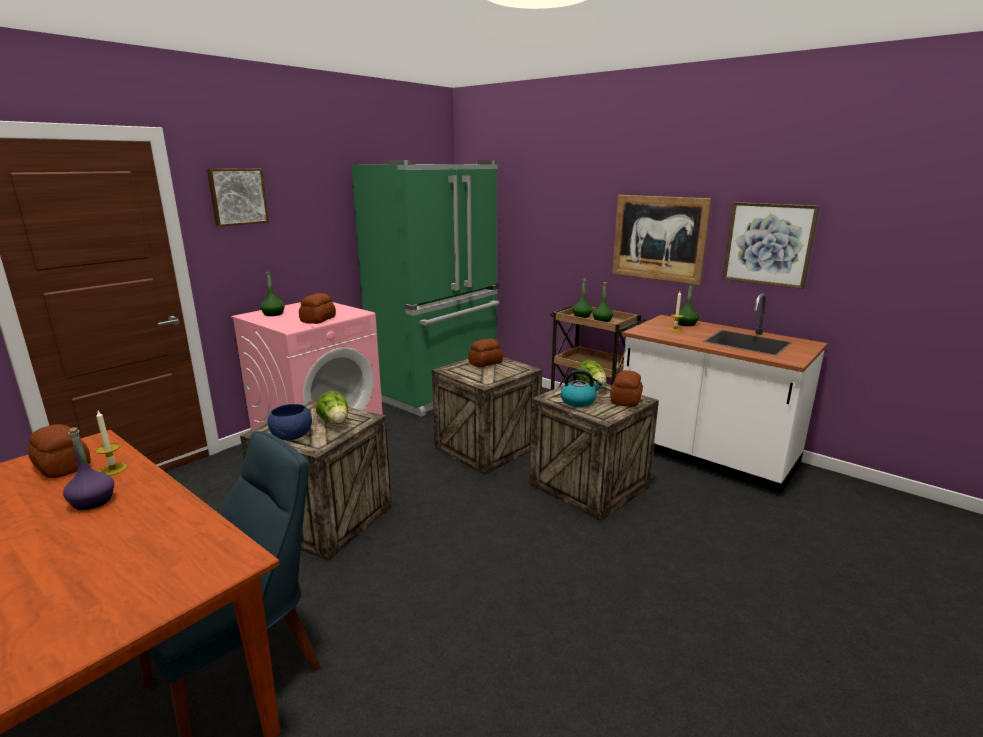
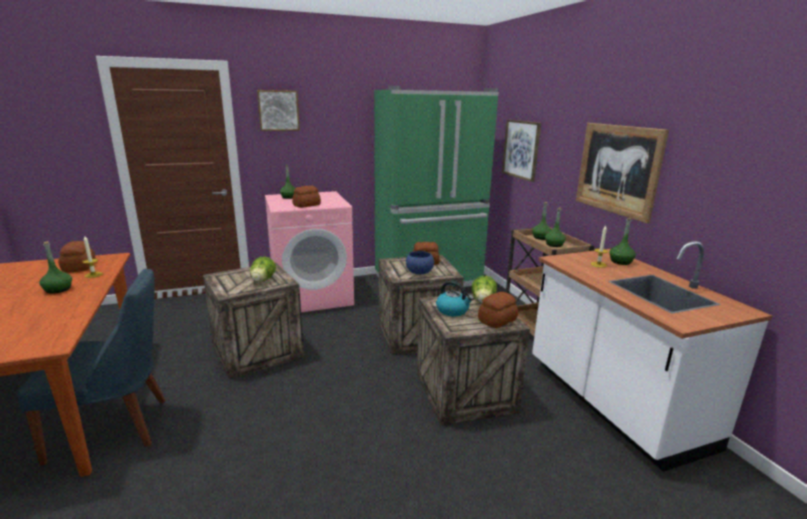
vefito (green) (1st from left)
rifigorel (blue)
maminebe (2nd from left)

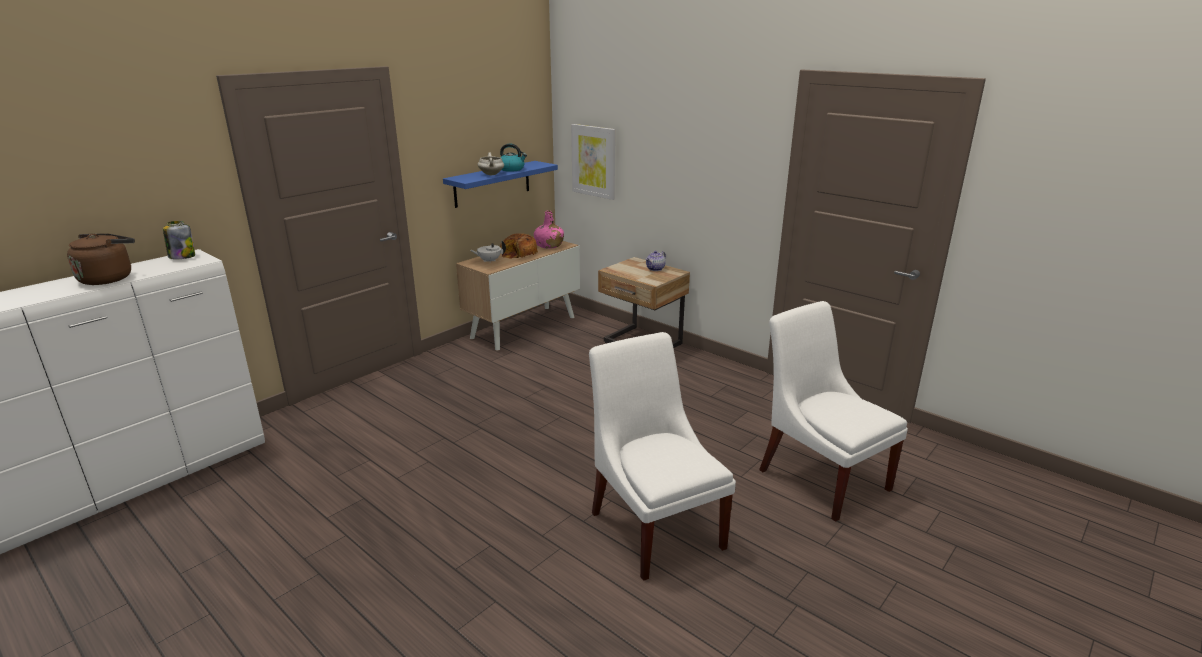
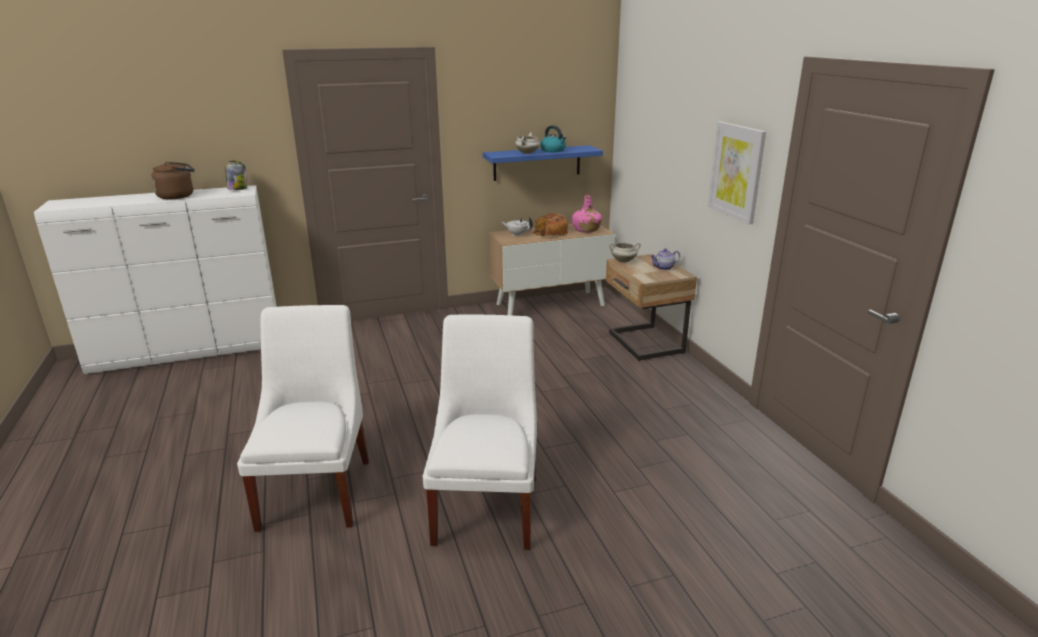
maminebe
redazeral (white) (1st from left)
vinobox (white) (2nd from left)

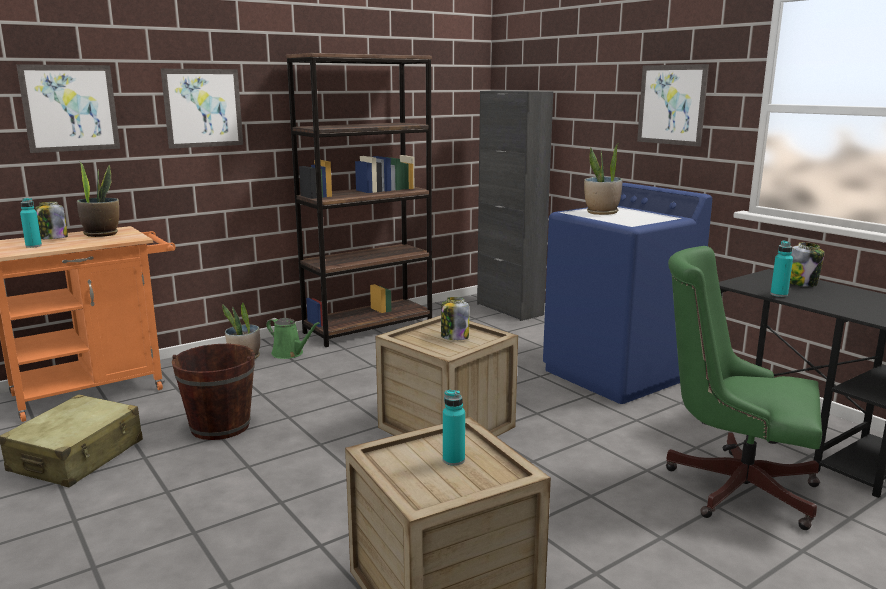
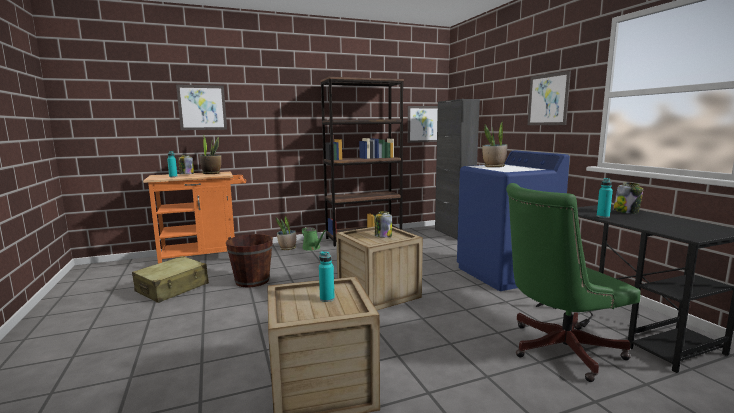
maminebe (2nd from left)
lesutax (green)

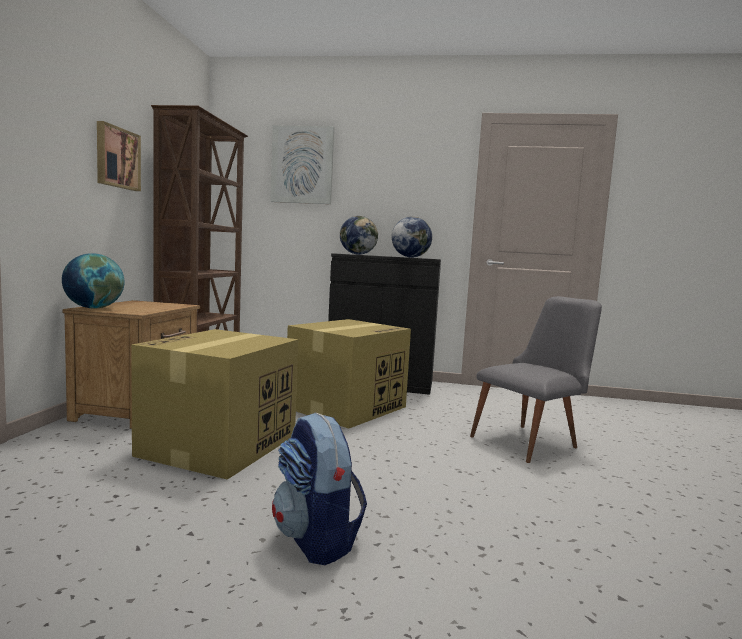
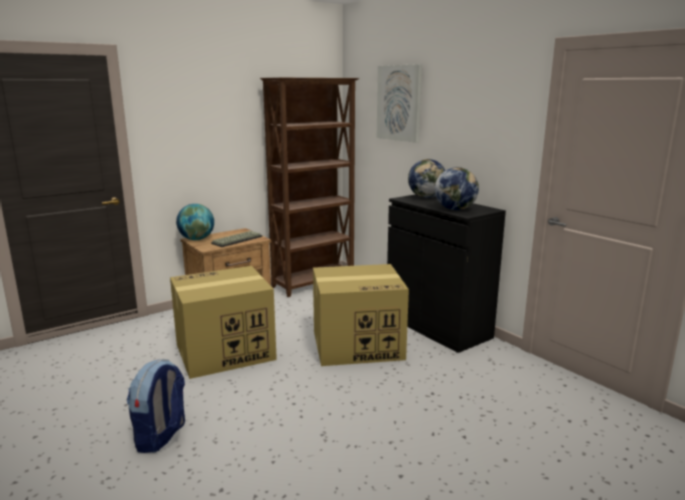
maminebe (1st from left in the first image)
redazeral (grey)
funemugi

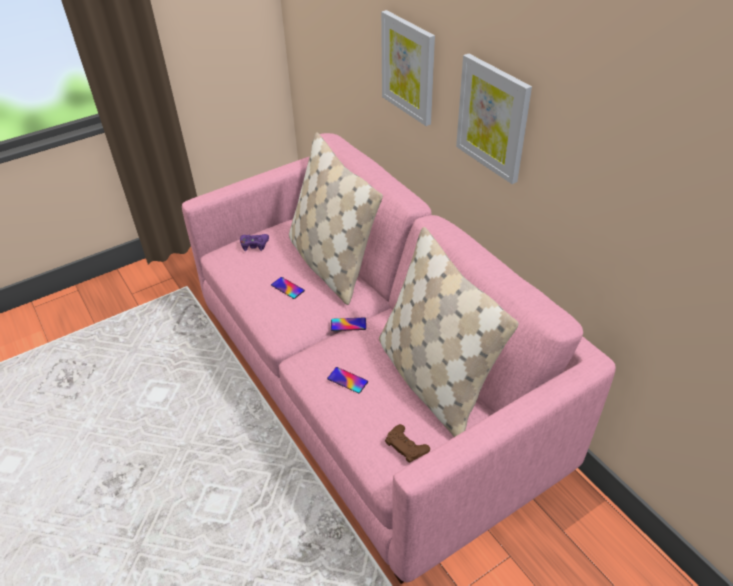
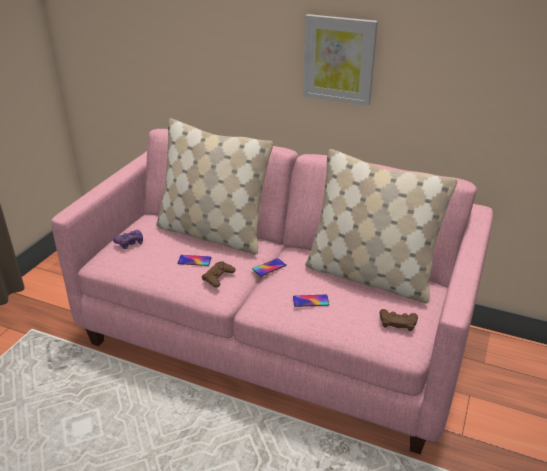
maminebe (1st from left in the first image)
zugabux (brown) (1st from left)

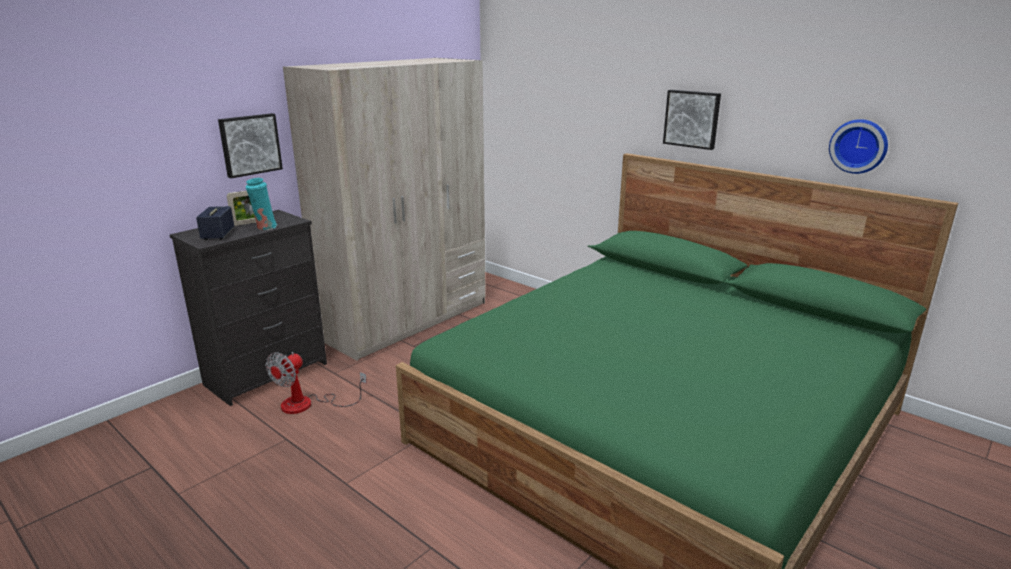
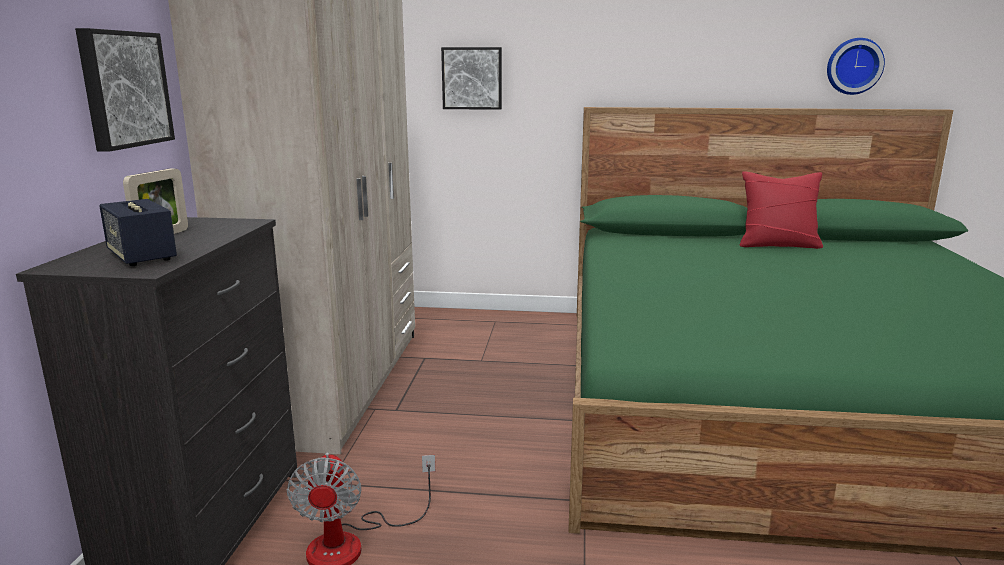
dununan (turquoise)
maminebe (2nd from left)
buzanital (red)

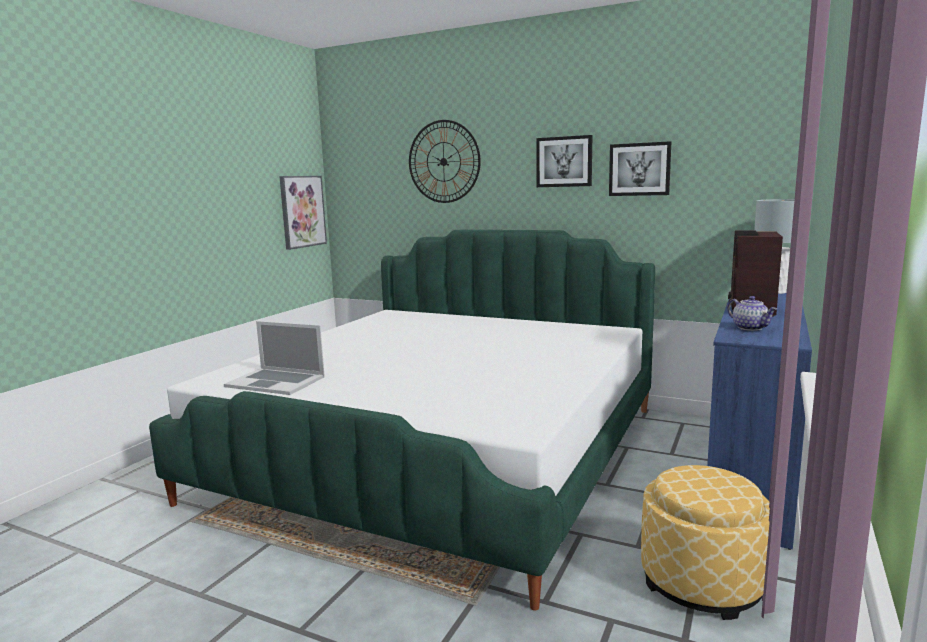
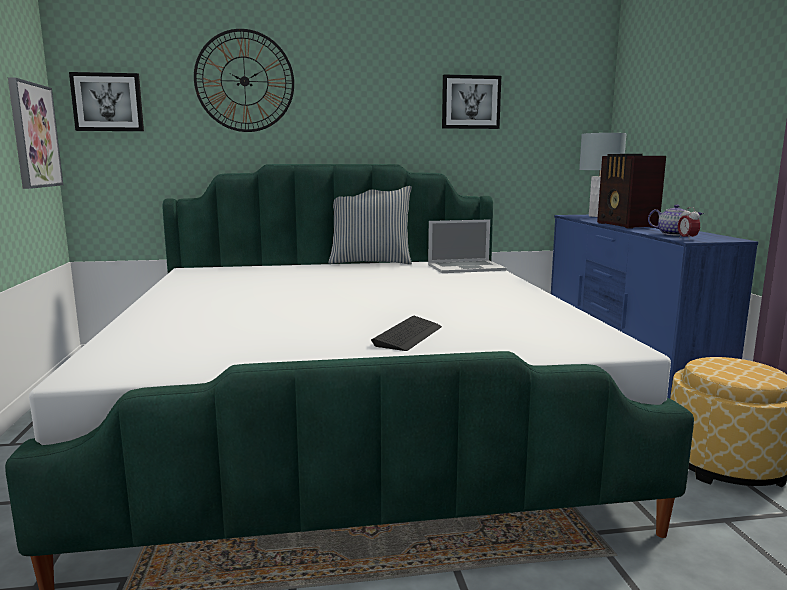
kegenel
maminebe (2nd from left)
buzanital
funemugi
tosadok

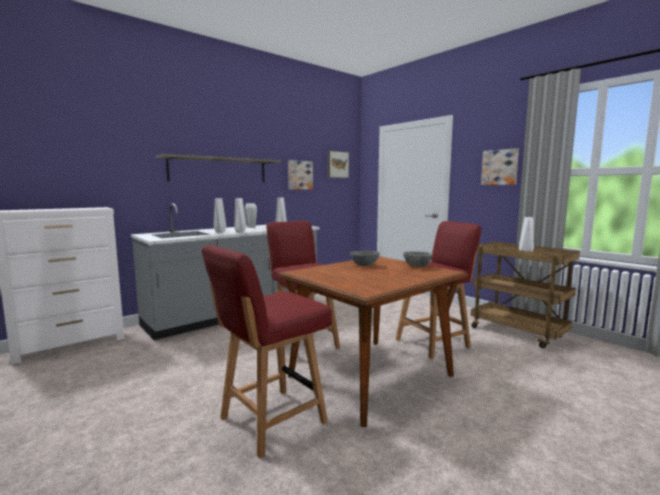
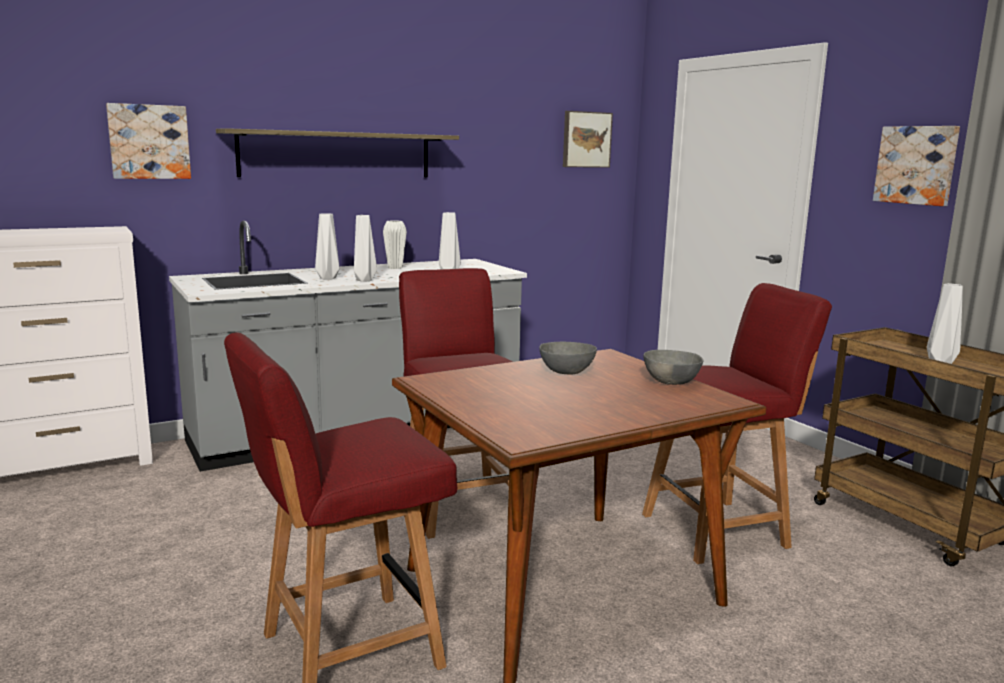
maminebe (1st from left)

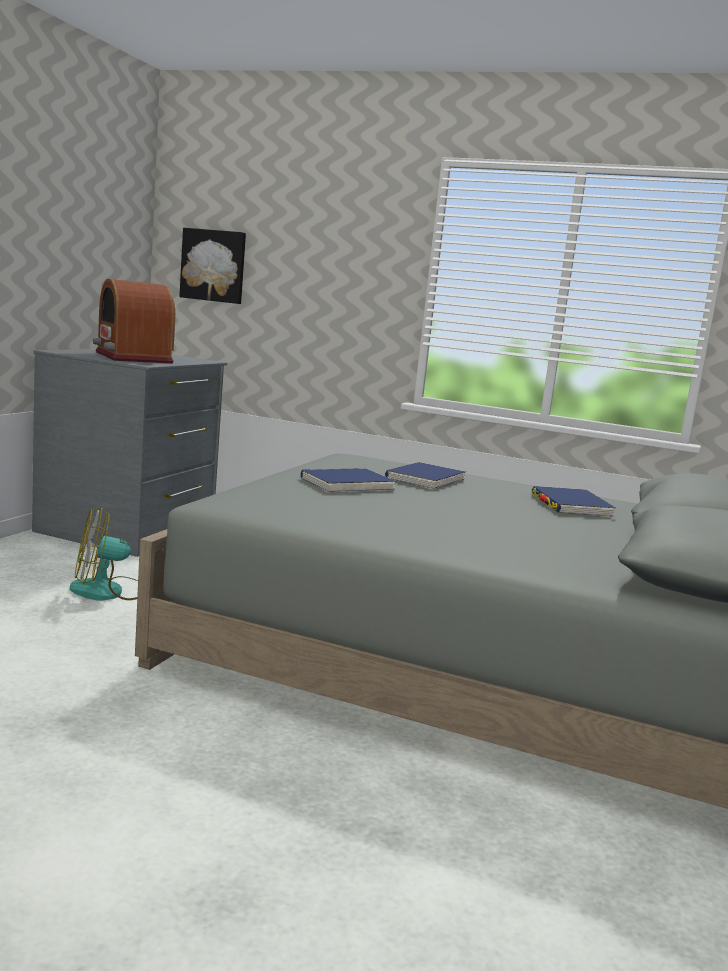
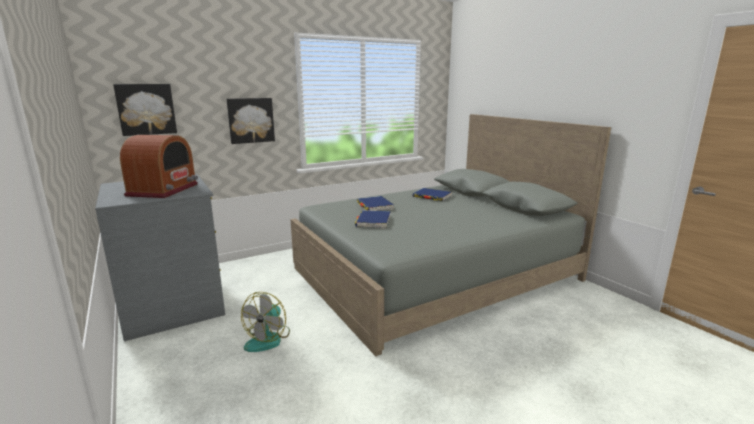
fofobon
maminebe (2nd from left)

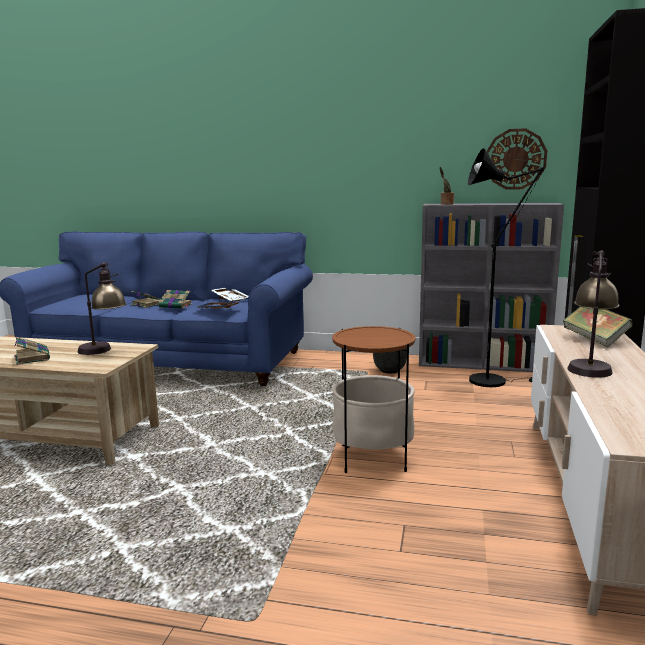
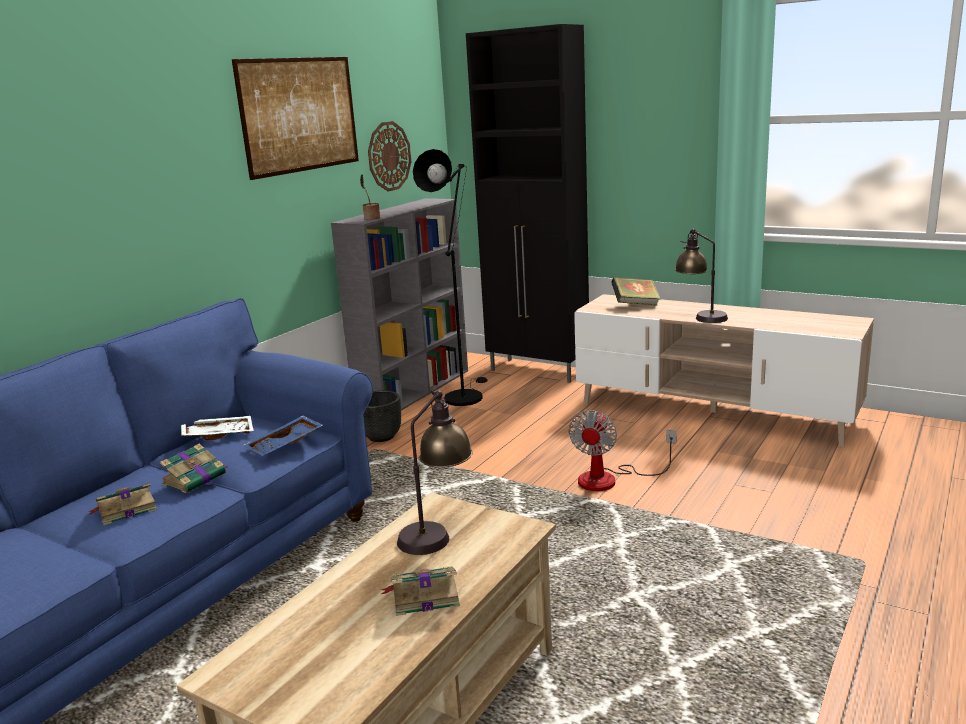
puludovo
maminebe

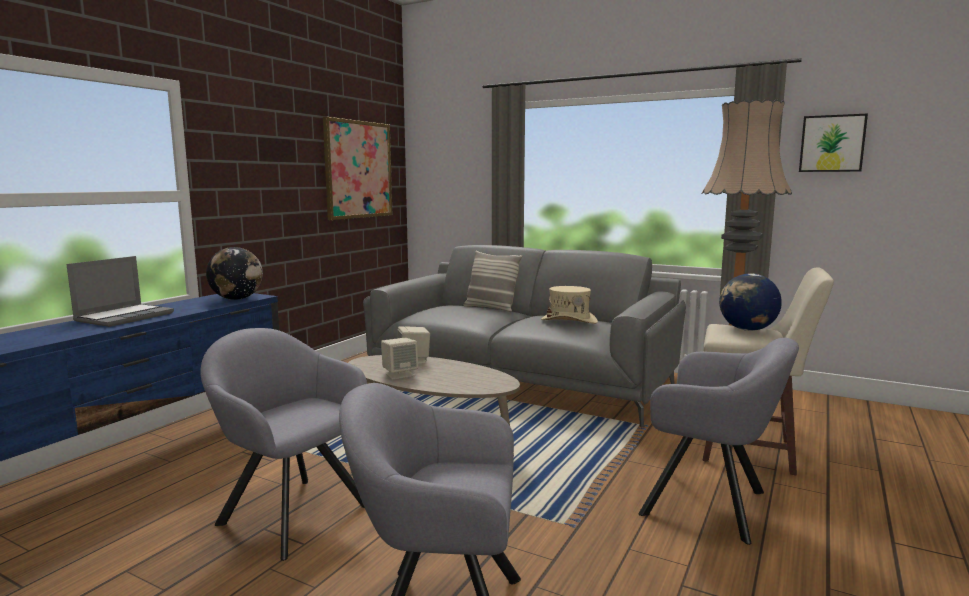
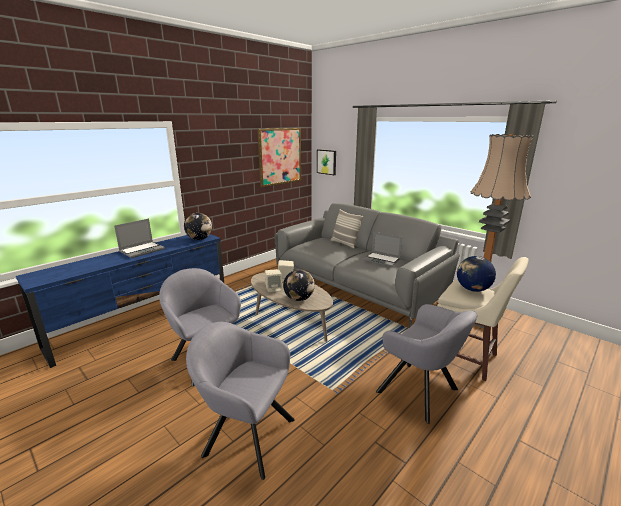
kegenel (2nd from left)
maminebe (2nd from left)
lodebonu (2nd from left)

